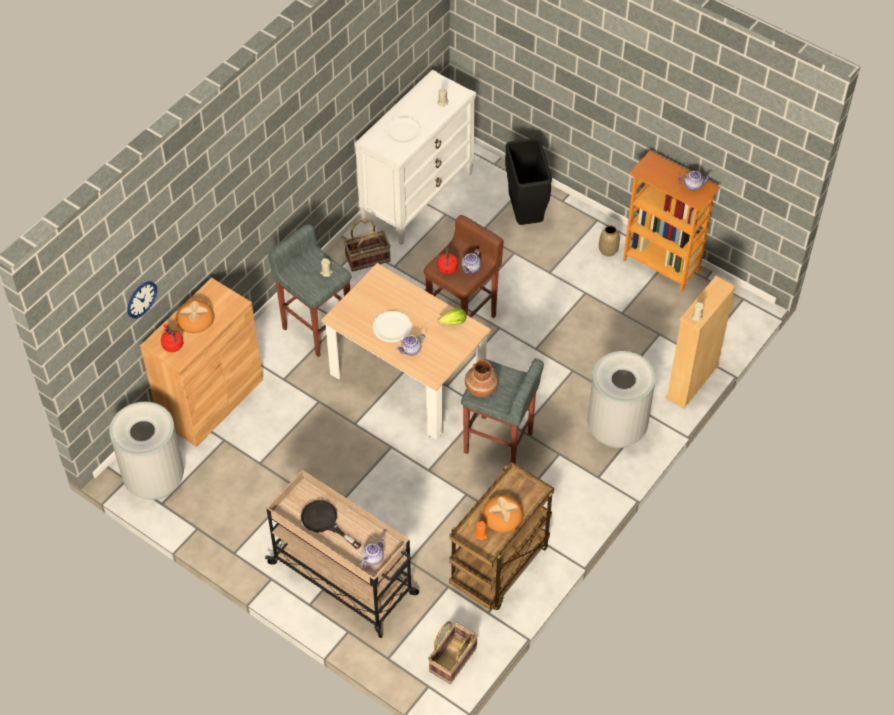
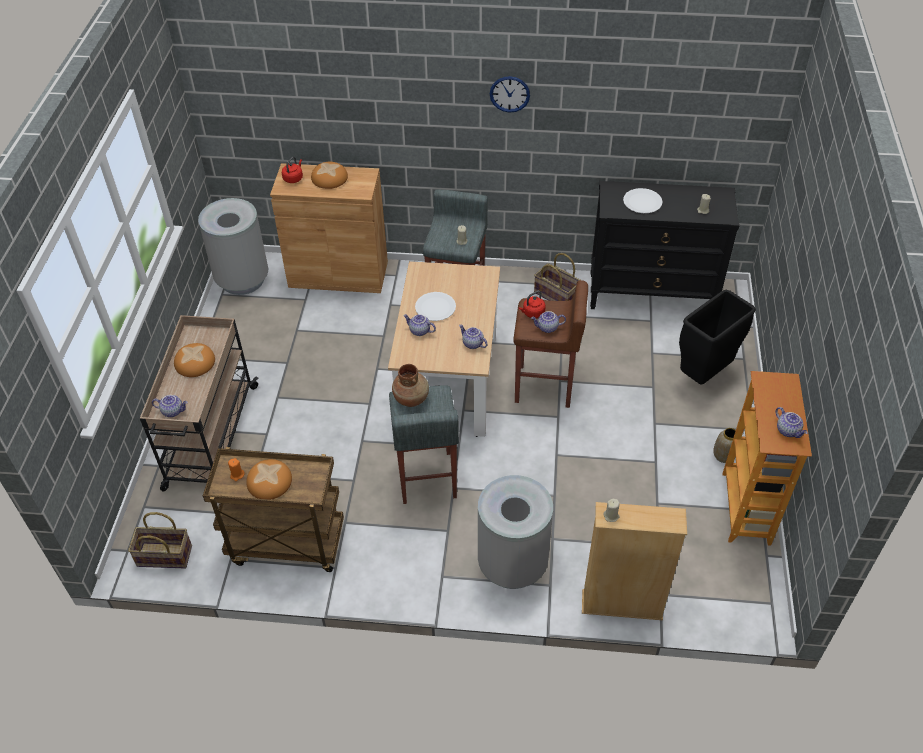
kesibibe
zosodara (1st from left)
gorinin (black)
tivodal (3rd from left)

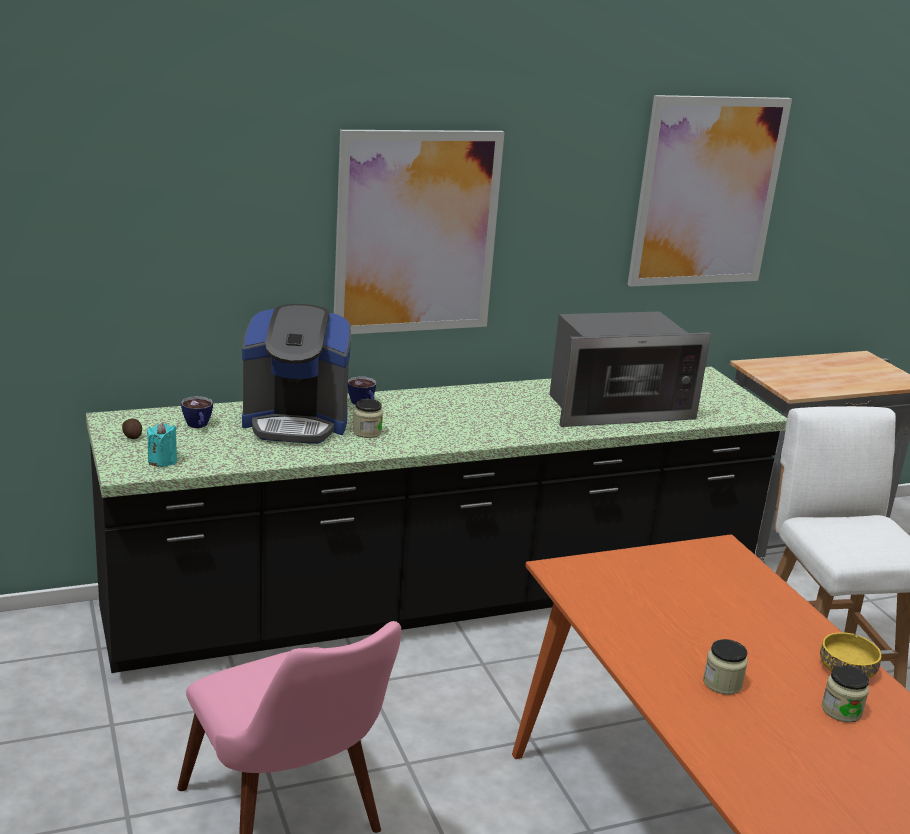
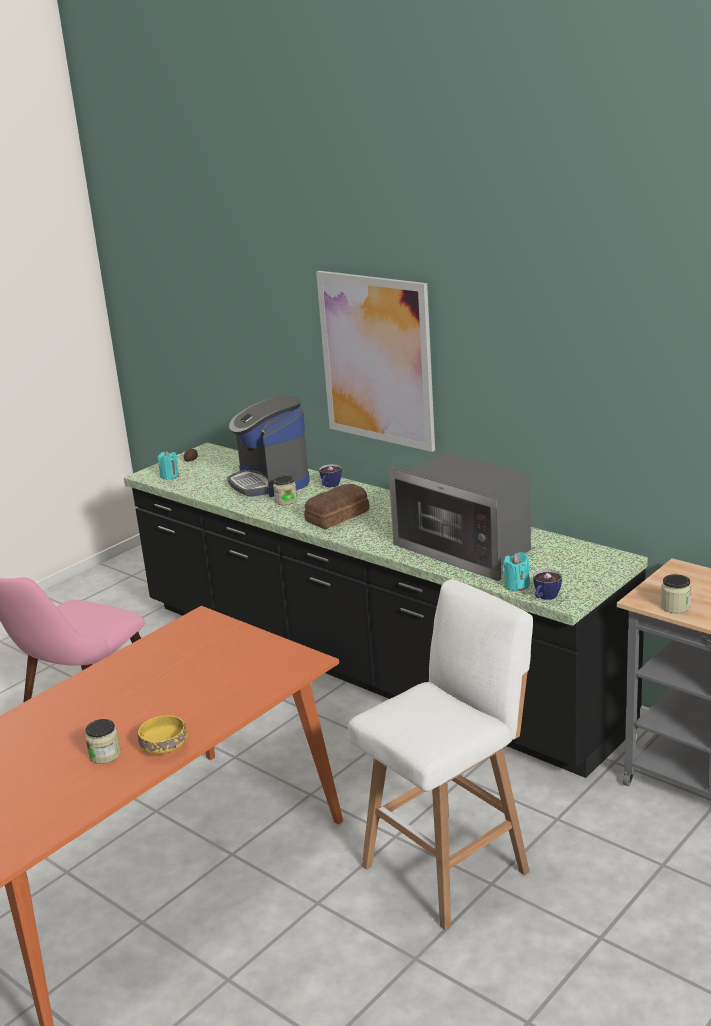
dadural (2nd from left)
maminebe (2nd from left in the first image)
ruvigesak (3rd from left)
zosodara
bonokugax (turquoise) (2nd from left)

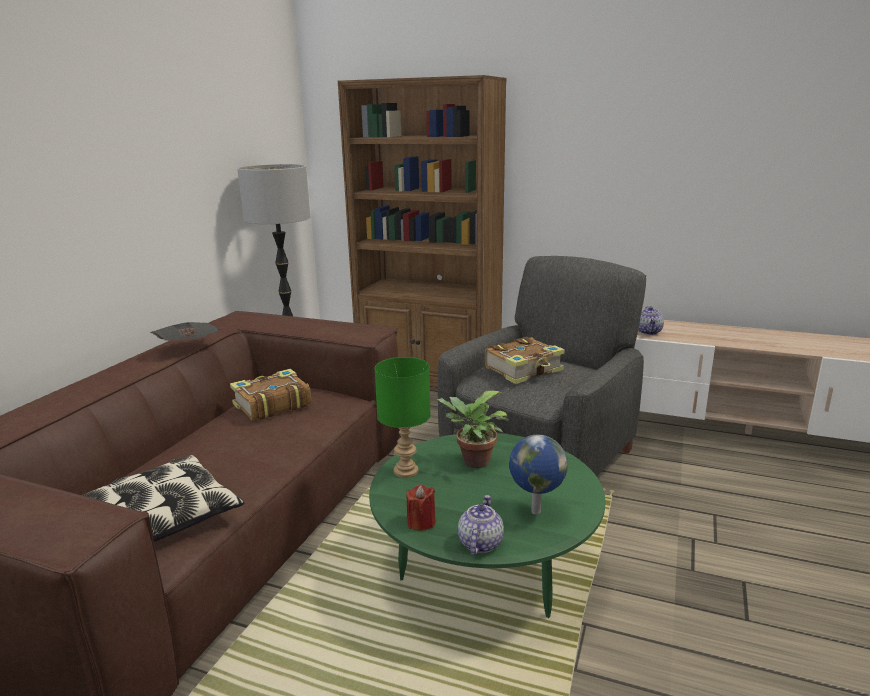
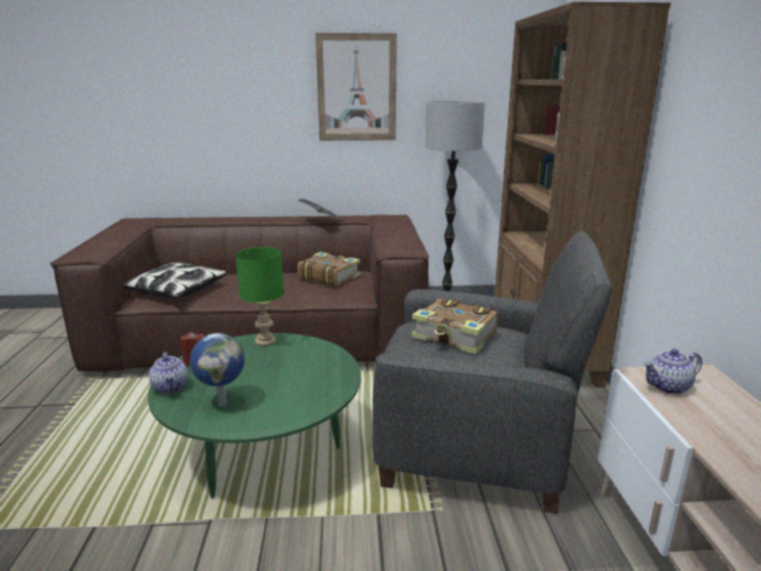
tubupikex
tivodal (1st from left)
maminebe

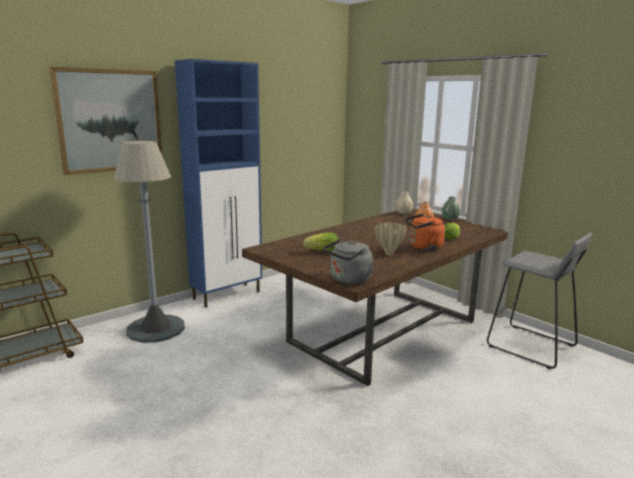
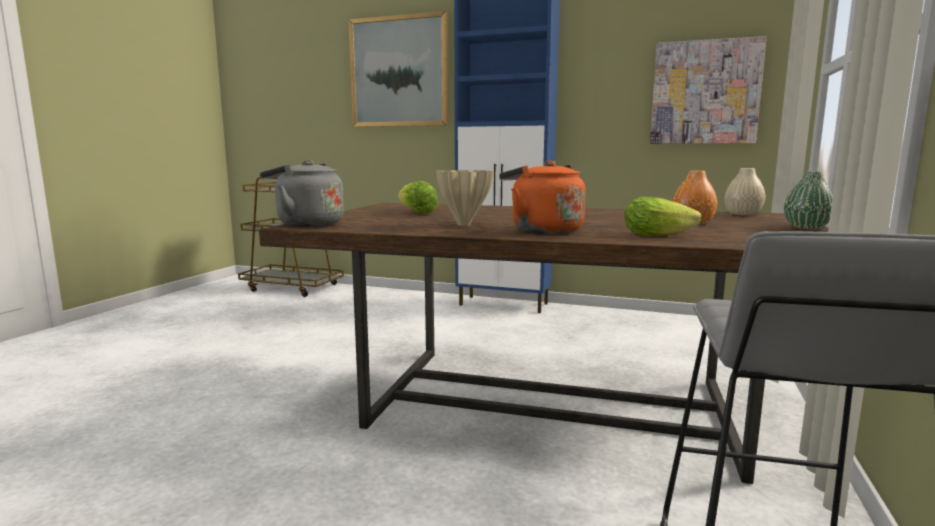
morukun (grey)
maminebe (2nd from left)

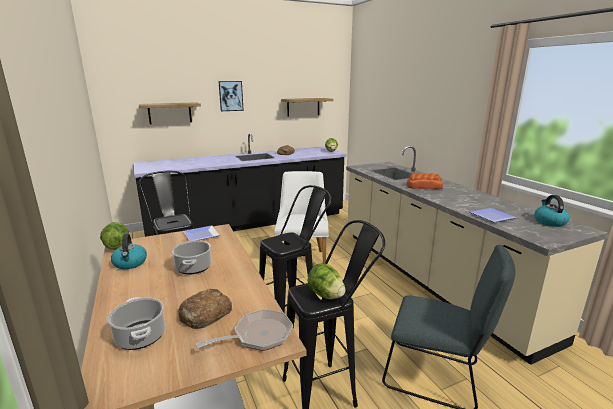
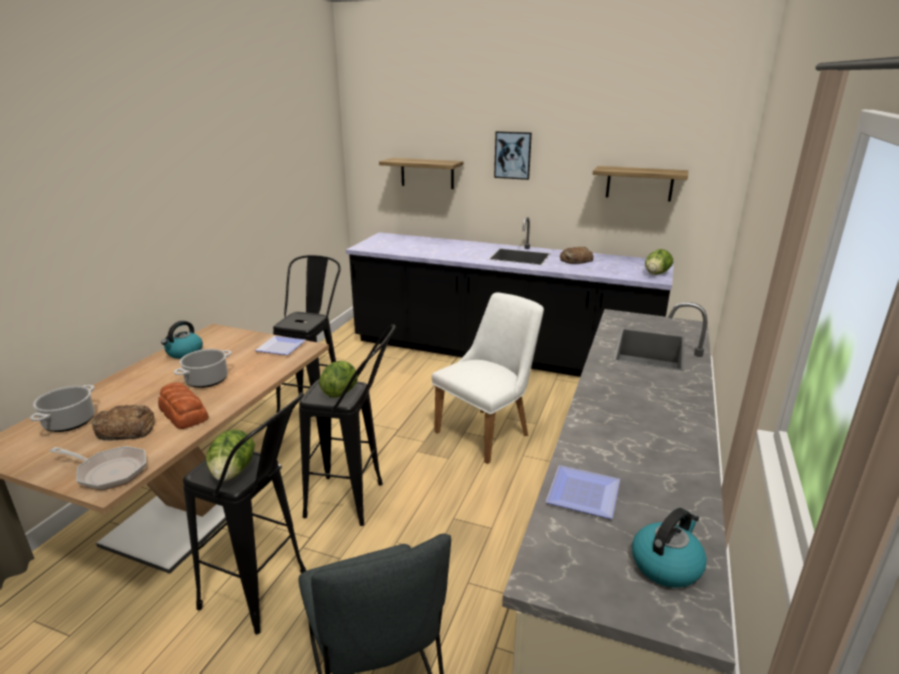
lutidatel (2nd from left)
zosodara (2nd from left)

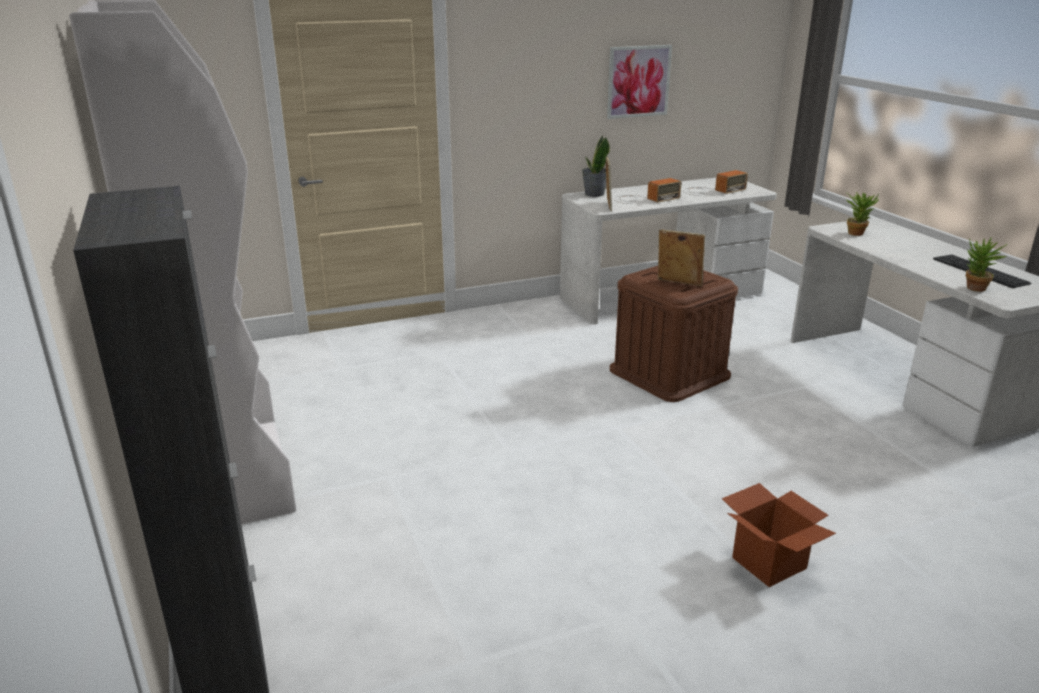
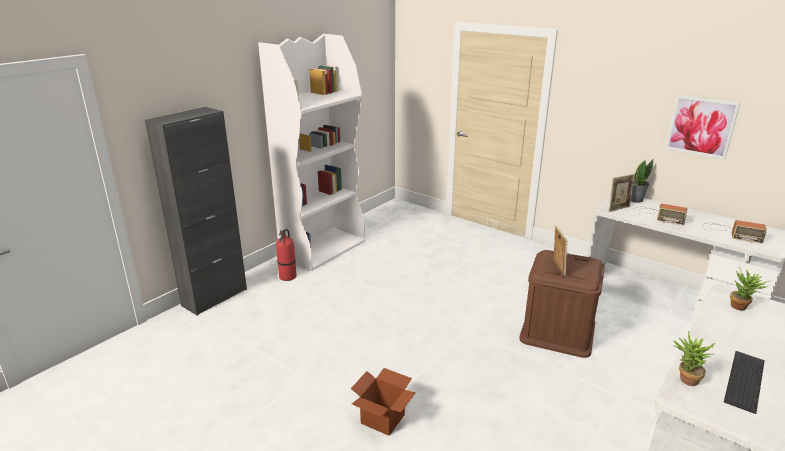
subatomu

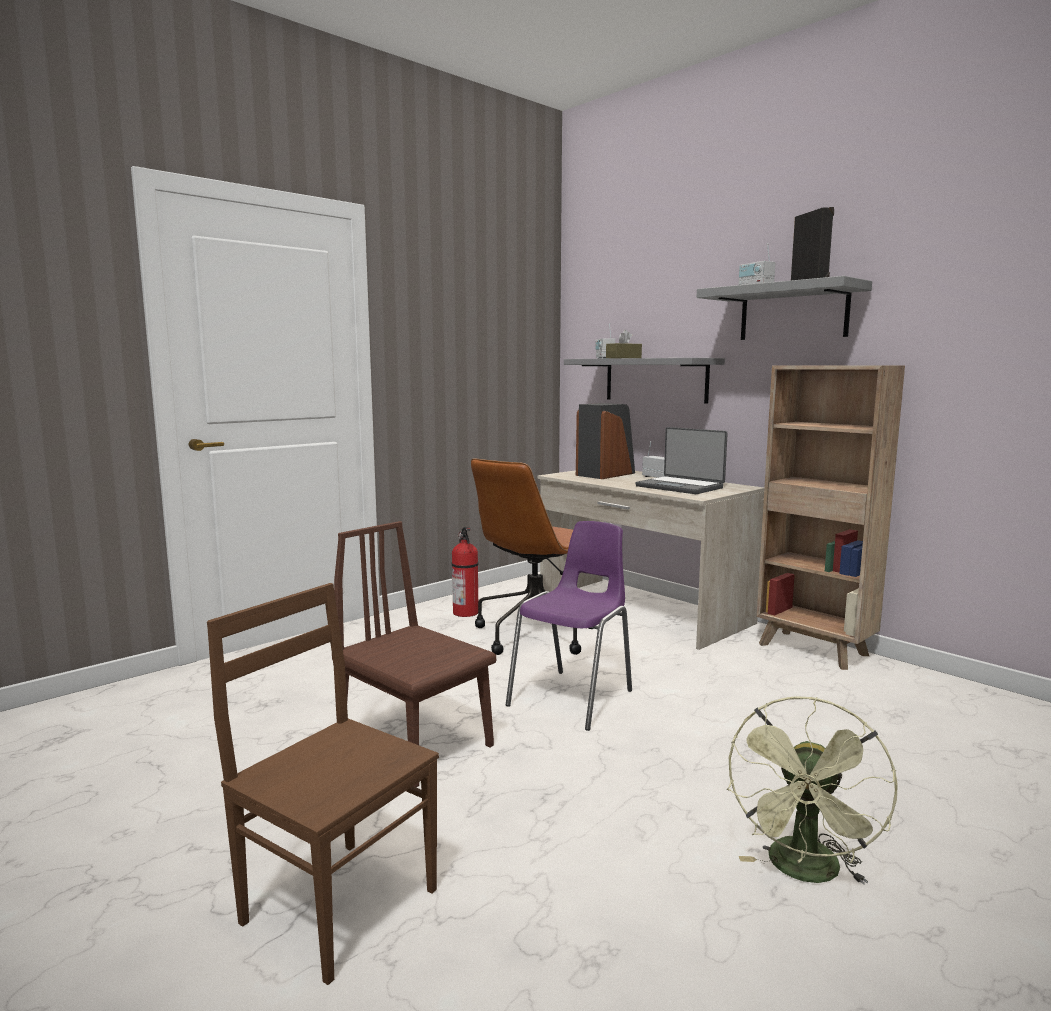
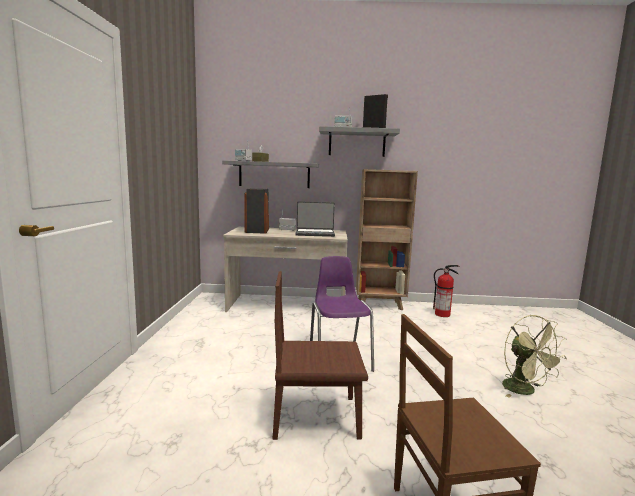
subatomu
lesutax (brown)

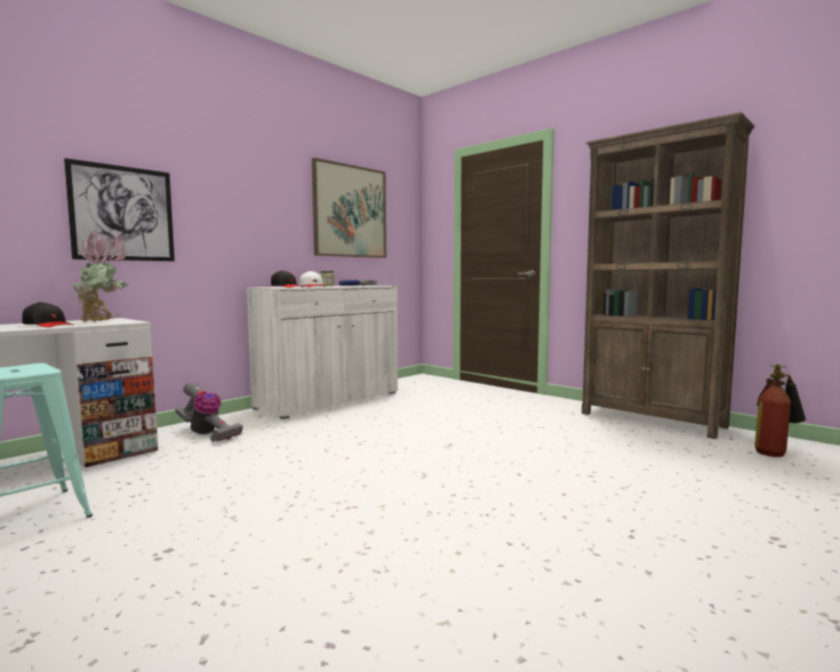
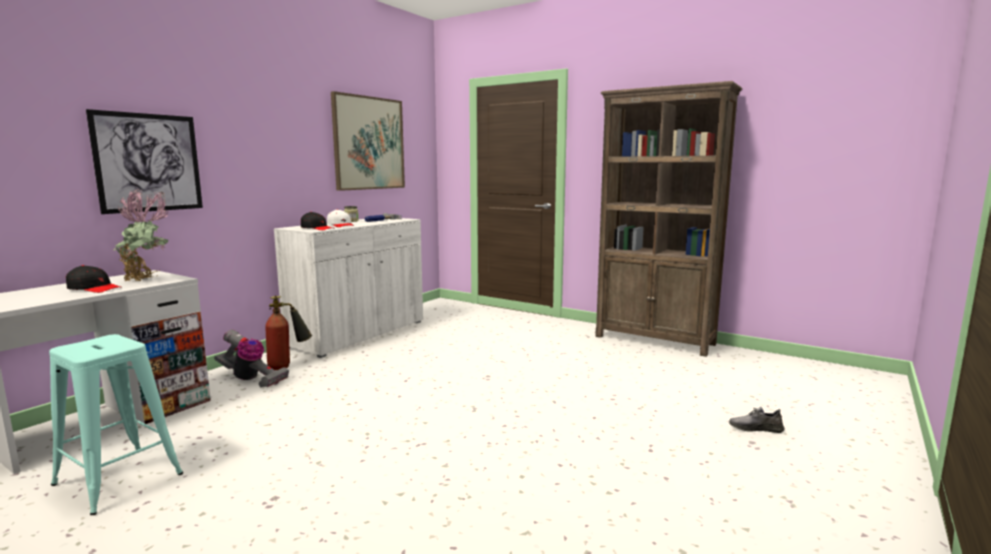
subatomu
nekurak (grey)

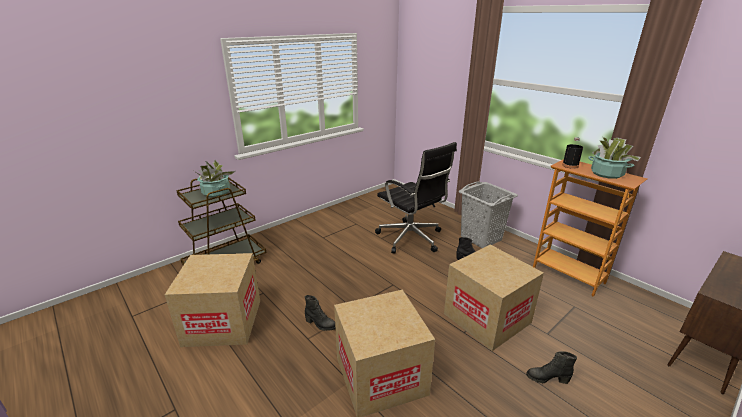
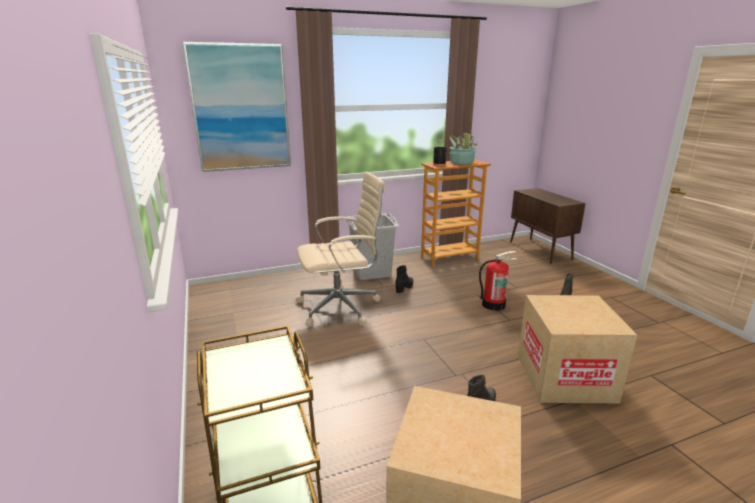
tubupikex (1st from left in the first image)
lesutax (beige)
subatomu
maminebe

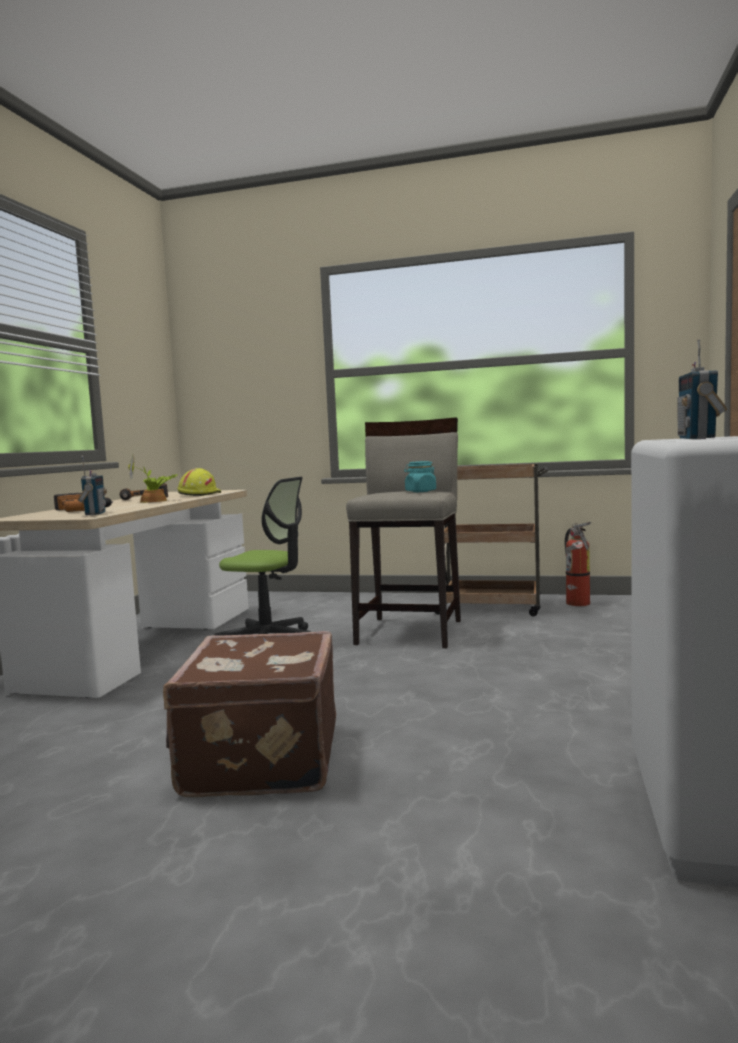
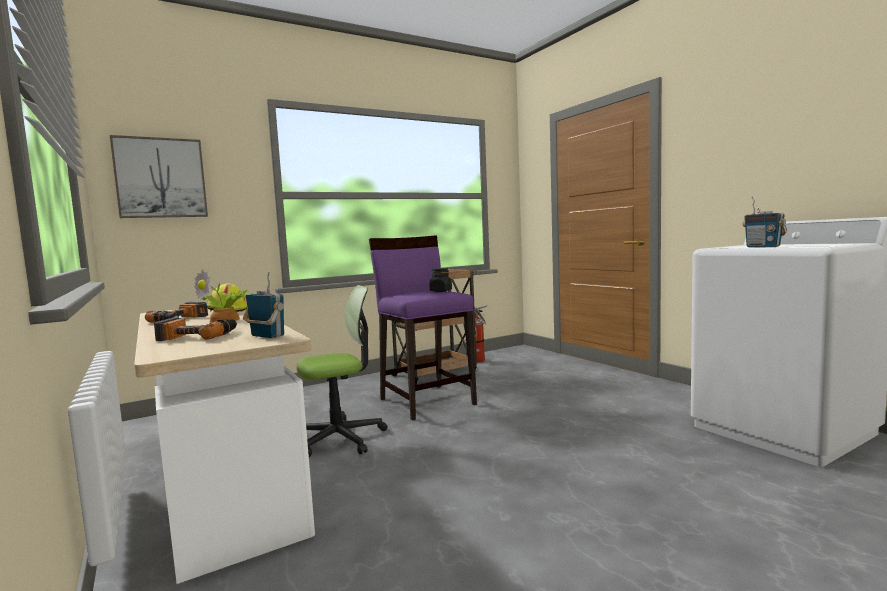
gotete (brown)
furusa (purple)
ruvigesak (black)
maminebe

